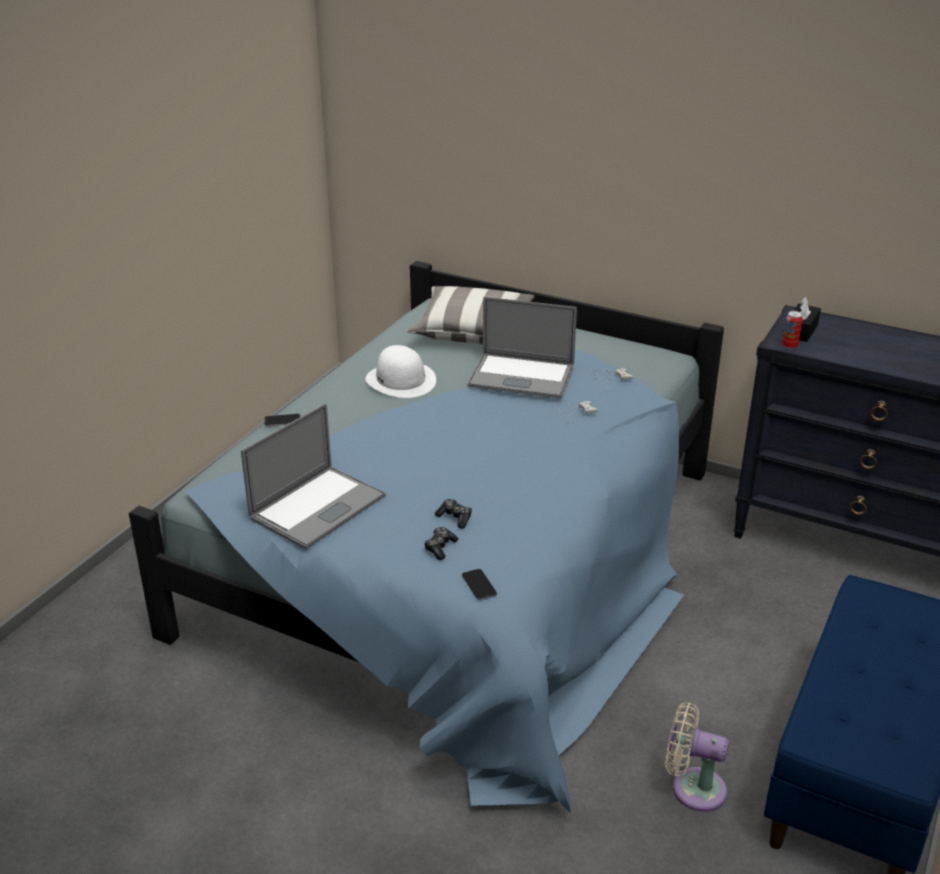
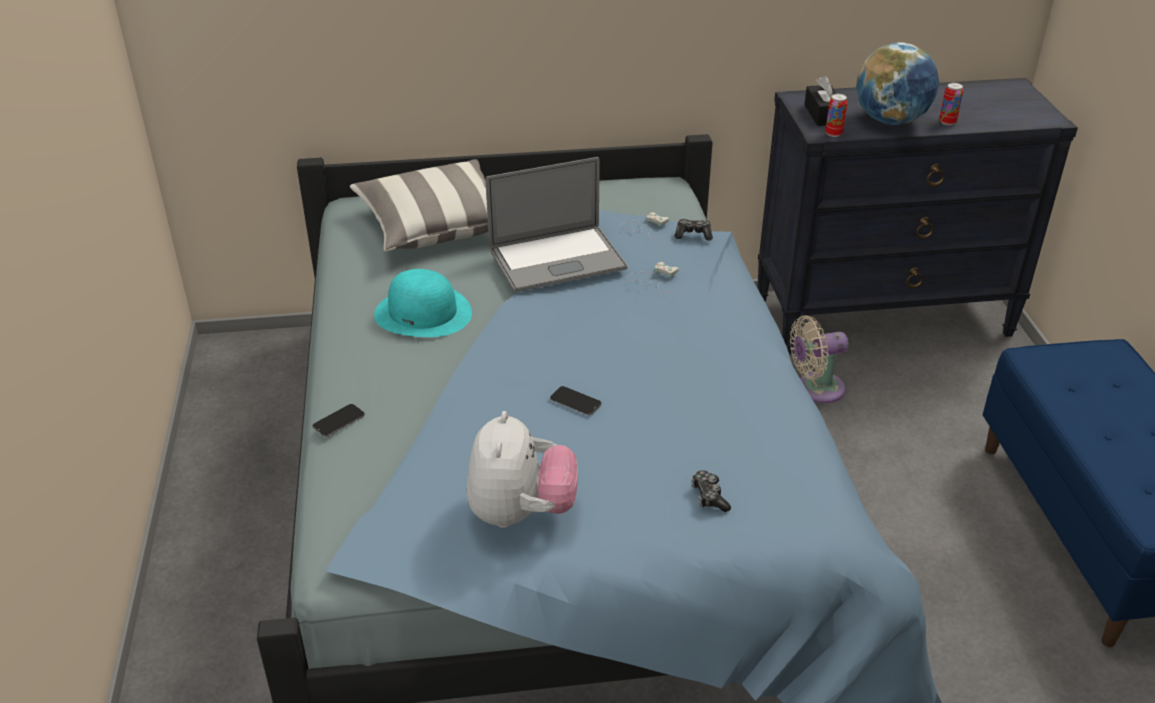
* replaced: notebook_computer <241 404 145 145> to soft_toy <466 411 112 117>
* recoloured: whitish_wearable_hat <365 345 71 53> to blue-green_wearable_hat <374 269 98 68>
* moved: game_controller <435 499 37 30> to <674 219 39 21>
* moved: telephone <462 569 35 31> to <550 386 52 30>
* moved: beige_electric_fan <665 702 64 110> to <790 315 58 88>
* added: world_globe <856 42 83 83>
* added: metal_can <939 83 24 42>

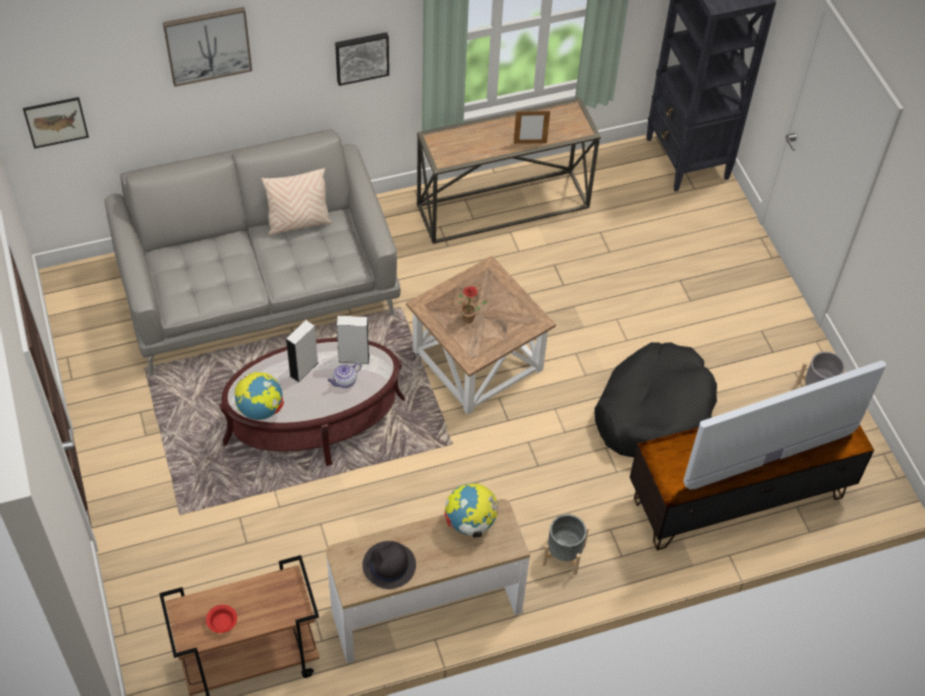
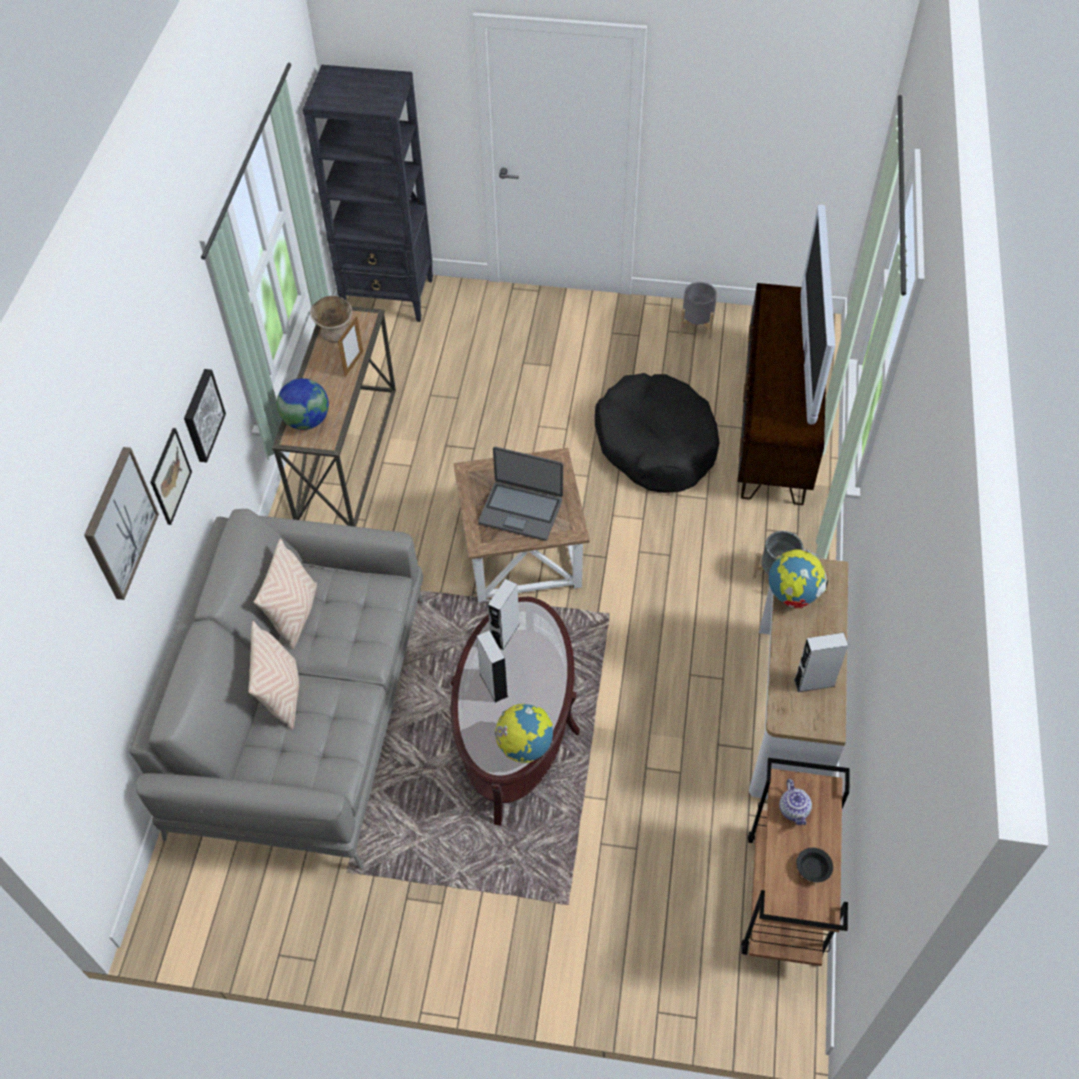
* moved: wall_picture <23 97 66 52> to <150 428 42 97>
* recoloured: red-coloured_bowl <206 605 31 28> to black-coloured_bowl <796 848 37 35>
* moved: pot_for_tea <328 362 34 26> to <779 779 33 46>
* replaced: black-coloured_wearable_hat <362 541 54 48> to greyish_speaker <794 633 54 59>
* replaced: potted_plant <458 286 31 37> to notebook_computer <478 447 85 94>
* added: beige_throw_pillow <248 621 51 109>
* added: world_globe <277 378 52 52>
* added: beige_bowl <310 296 42 46>

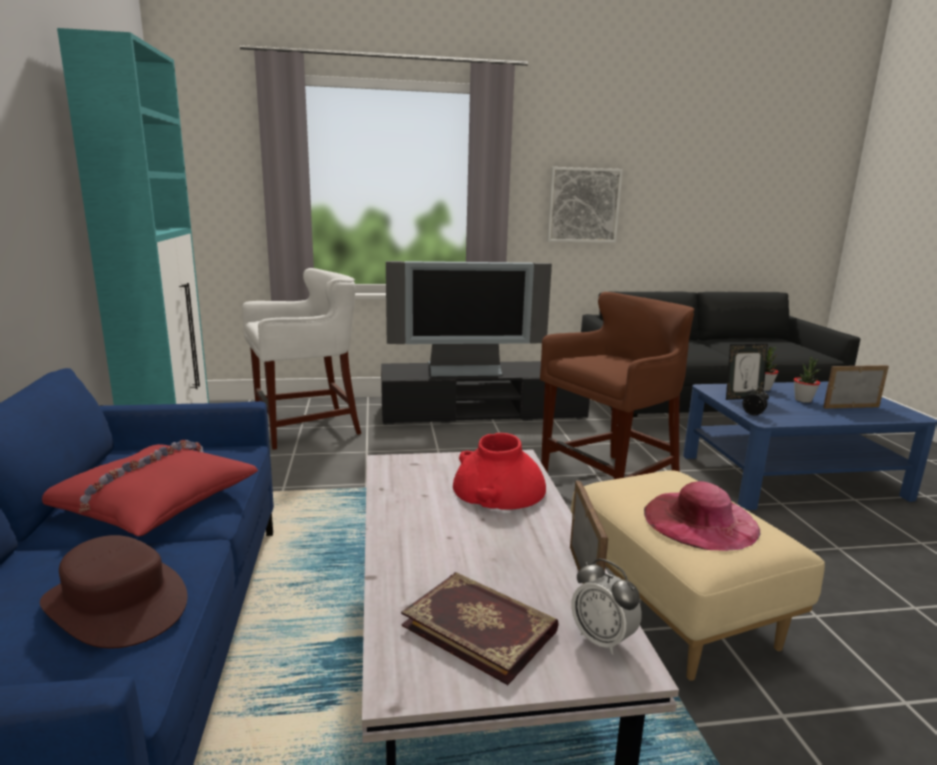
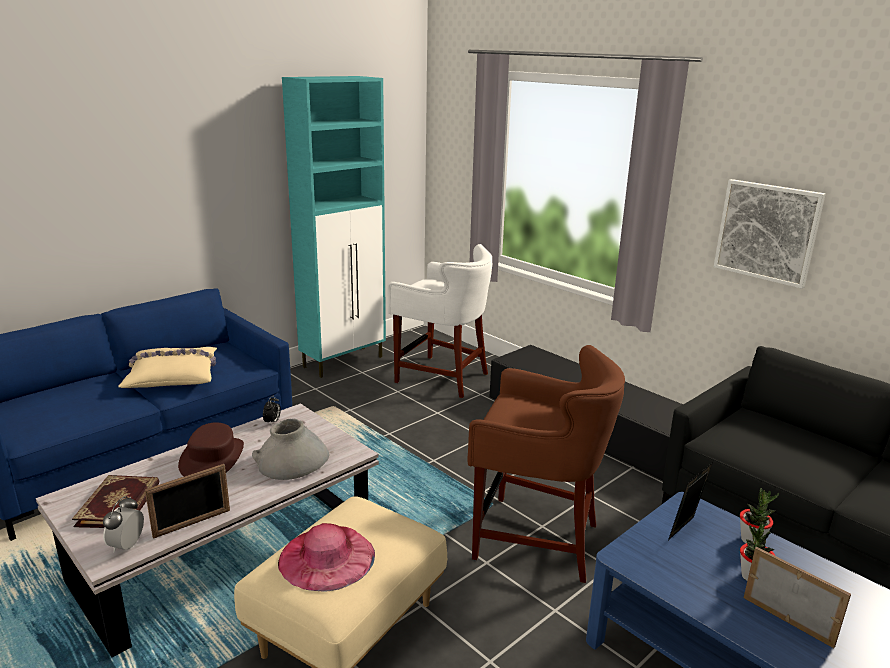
* moved: brown_wearable_hat <40 535 147 114> to <178 422 66 55>
* recoloured: red-coloured_throw_pillow <42 440 216 96> to beige_throw_pillow <118 347 99 41>
* removed: TV <386 261 166 115>
* recoloured: red-coloured_decorative_vase <453 433 93 77> to greyish_decorative_vase <252 418 77 62>
* turned: photo_frame <726 344 42 56> = <668 462 45 78> 90 degrees clockwise
* moved: table_clock <742 386 27 31> to <263 396 18 30>

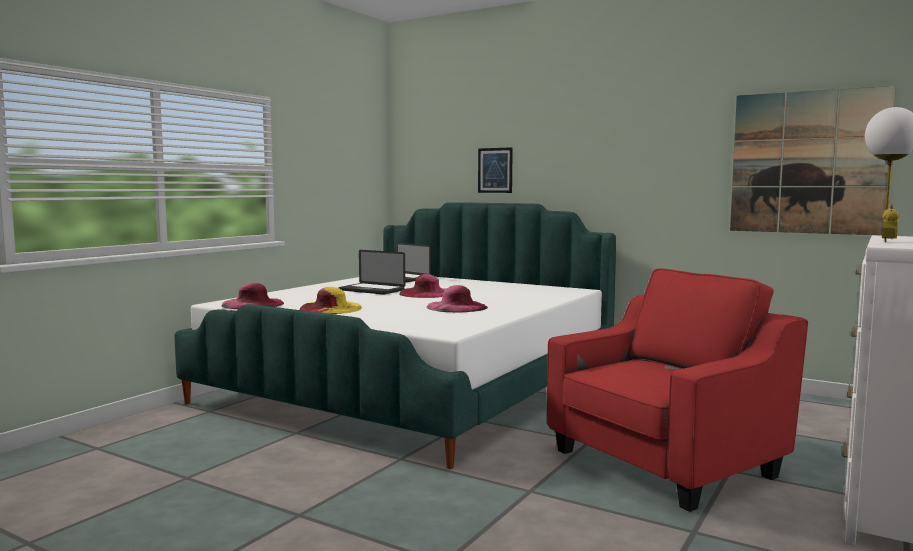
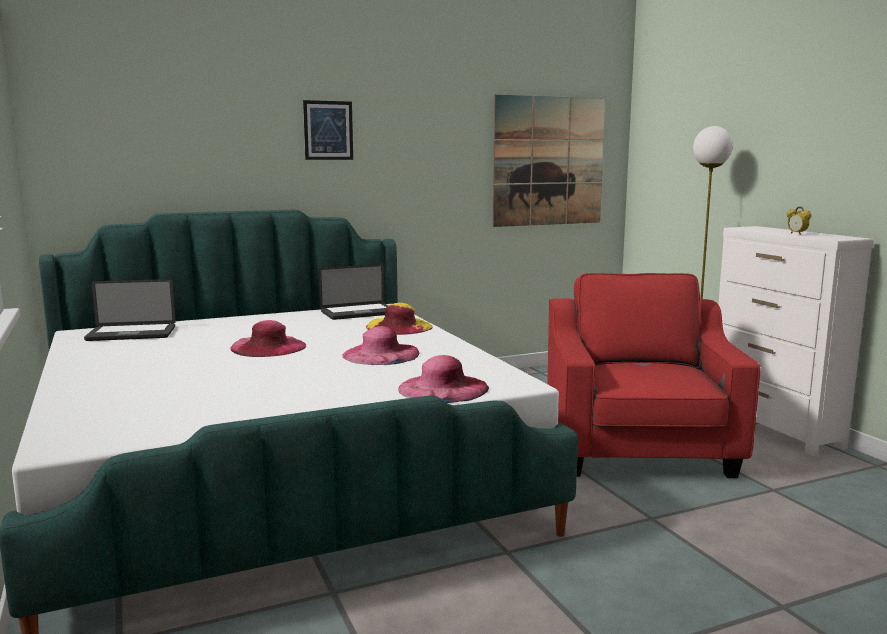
* moved: pinkish_wearable_hat <221 283 63 26> to <398 355 91 48>
* moved: yellow_wearable_hat <299 287 63 27> to <366 303 67 32>
* moved: notebook_computer <339 250 66 45> to <319 264 70 56>
* moved: wall_picture <478 147 35 46> to <303 100 50 60>

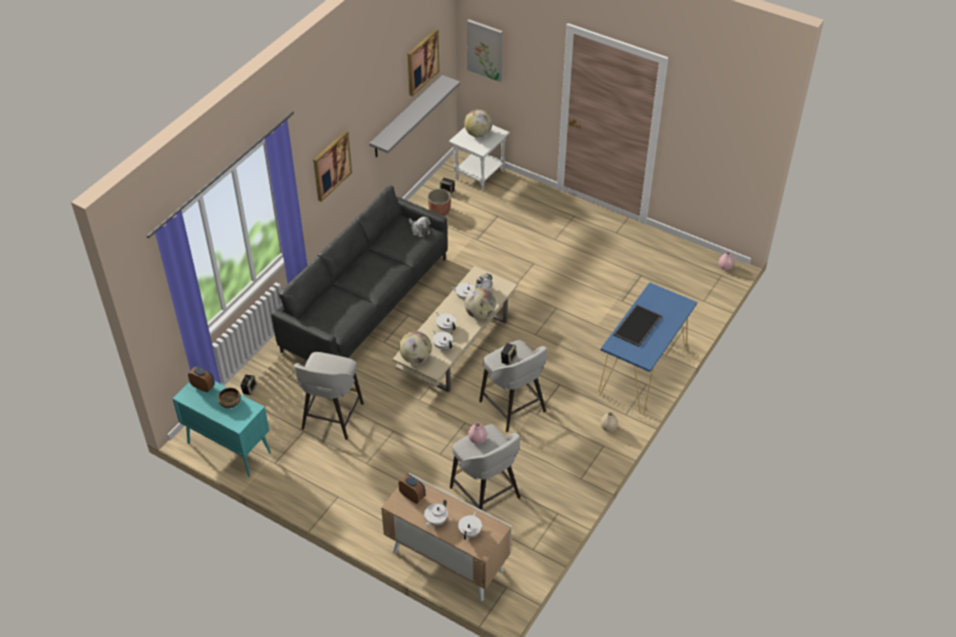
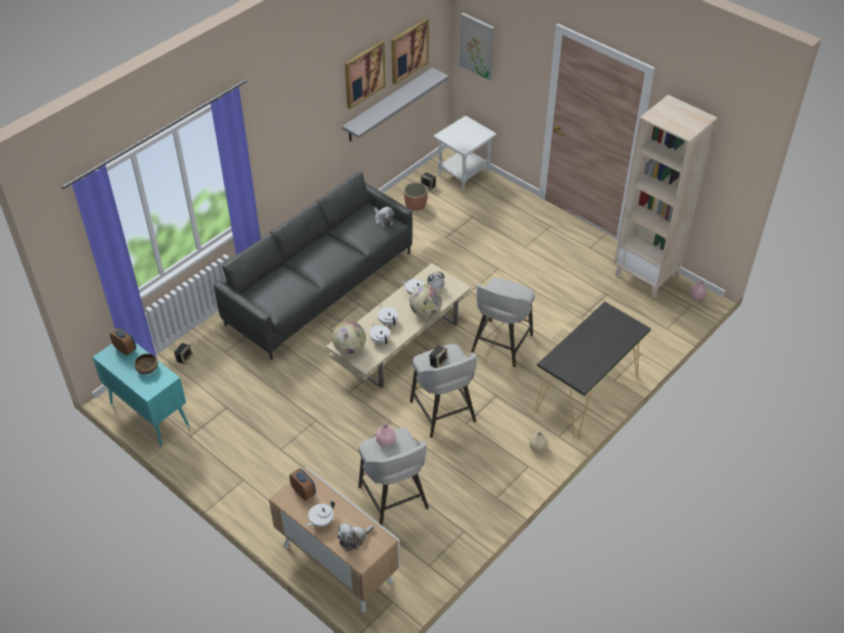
* moved: greyish_stool_seat <294 352 70 88> to <471 277 64 90>
* moved: wall_picture <313 131 39 71> to <345 41 41 68>
* replaced: whitish_pot_for_tea <458 511 24 29> to soft_toy <337 523 37 28>
* removed: world_globe <464 109 28 28>
* recoloured: bluish_console_table <598 282 99 132> to black-coloured_console_table <535 302 116 137>
* removed: serving_tray <614 305 48 42>
* added: beige_shelving_unit <614 95 103 203>

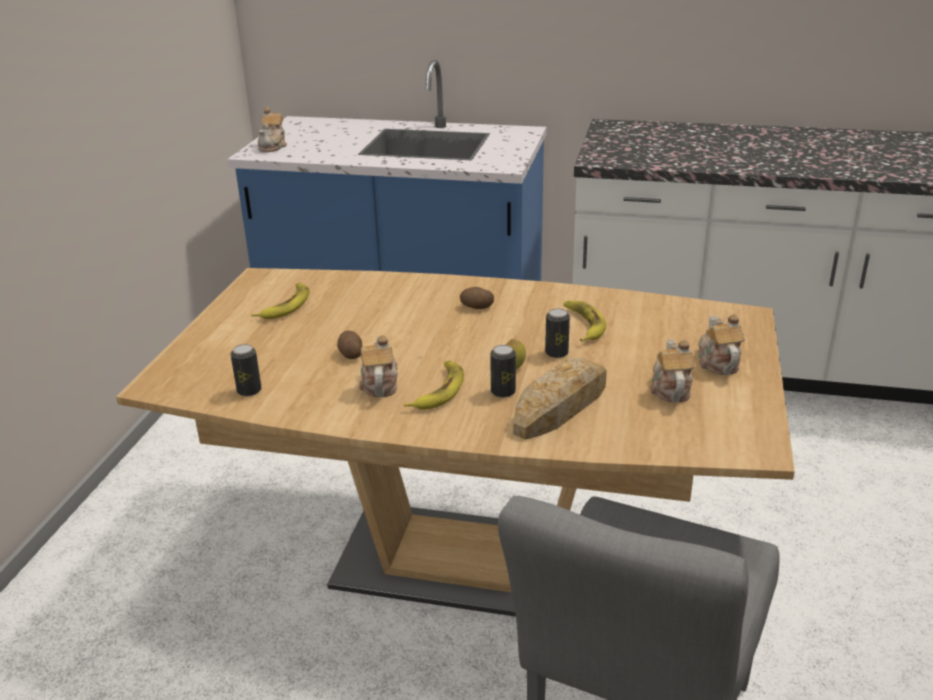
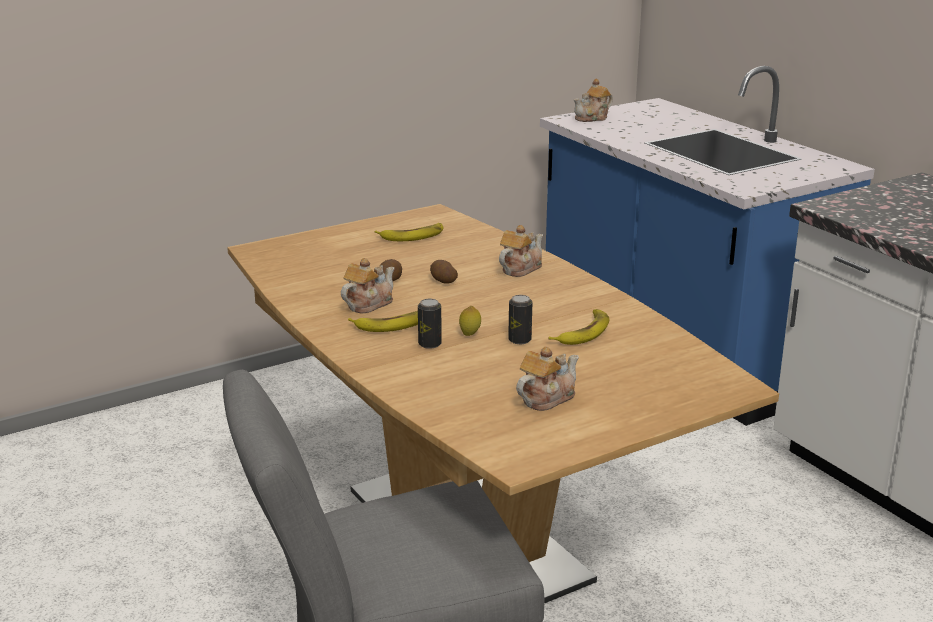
* removed: metal_can <231 344 31 52>
* moved: whole_potato <460 287 34 22> to <430 260 28 24>
* removed: bread <513 358 94 82>
* moved: pot_for_tea <698 314 47 61> to <499 225 44 52>

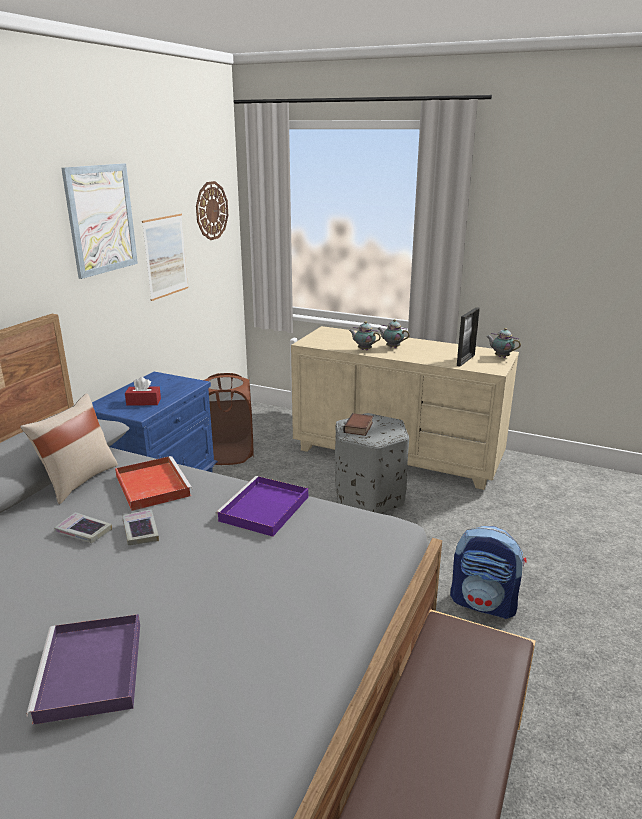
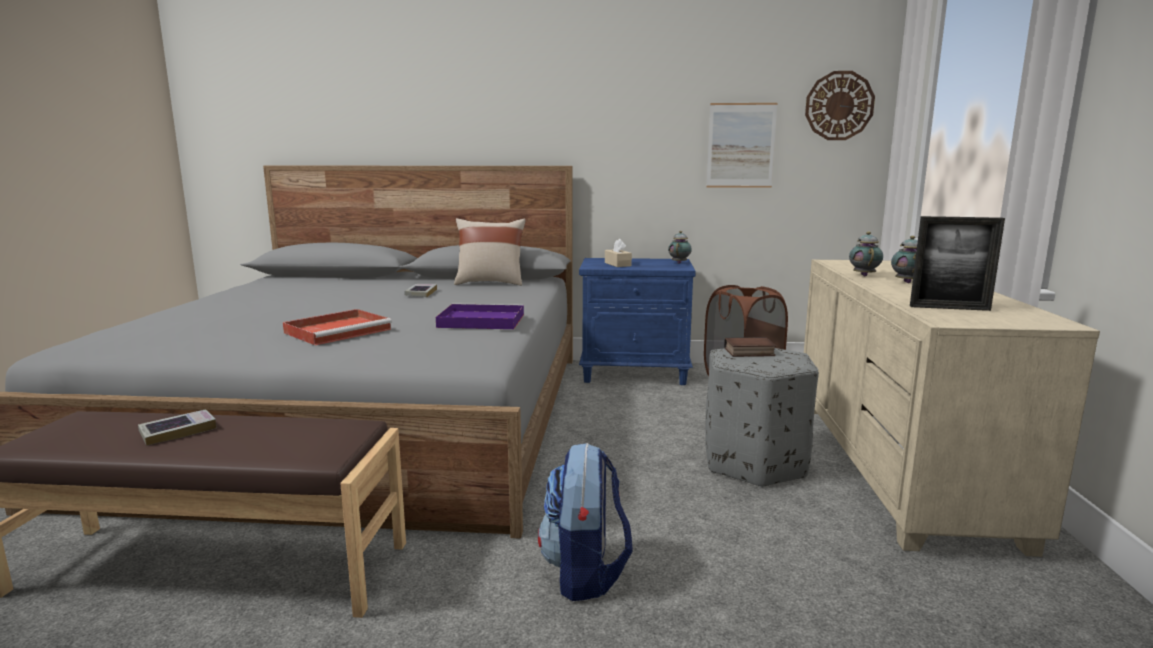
* removed: purplish_serving_tray <26 614 114 111>
* removed: wall_picture <61 163 77 116>
* moved: red-coloured_serving_tray <115 456 78 55> to <283 309 109 36>
* moved: volume <122 509 37 36> to <138 409 79 37>
* recoloured: red-coloured_box_of_tissues <125 377 36 29> to beige_box_of_tissues <605 239 27 28>
* moved: pot_for_tea <486 328 35 30> to <668 231 24 33>

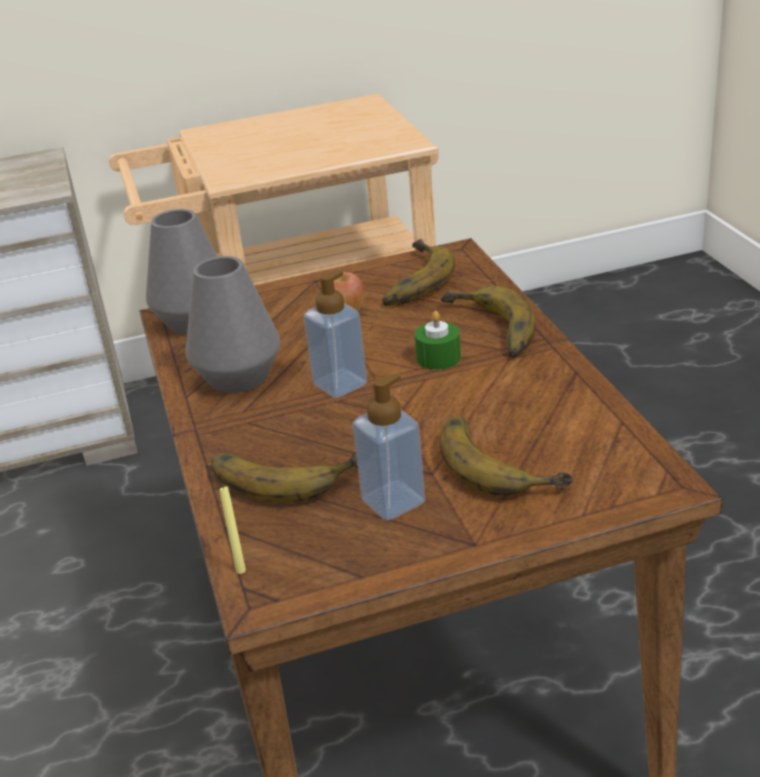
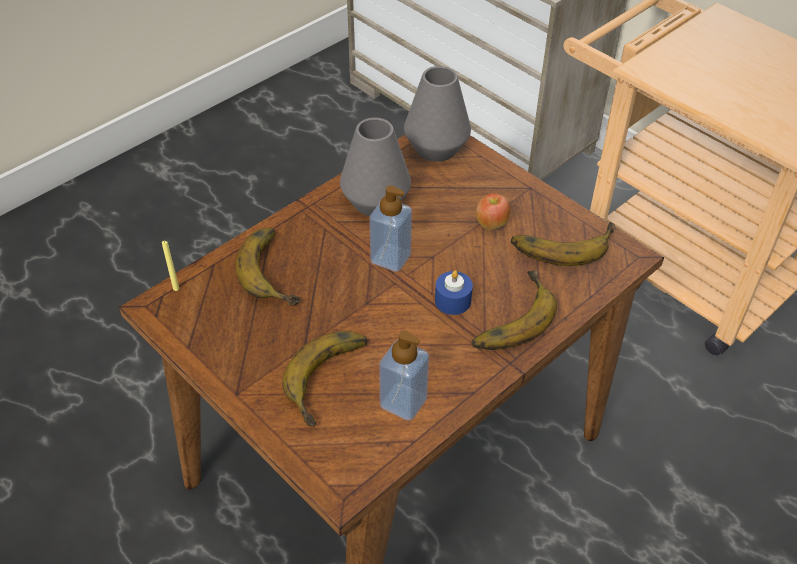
* moved: liquid_soap_bottle <352 373 73 147> to <379 330 50 91>
* recoloured: greenish_candle <415 311 46 59> to bluish_candle <435 270 38 45>

